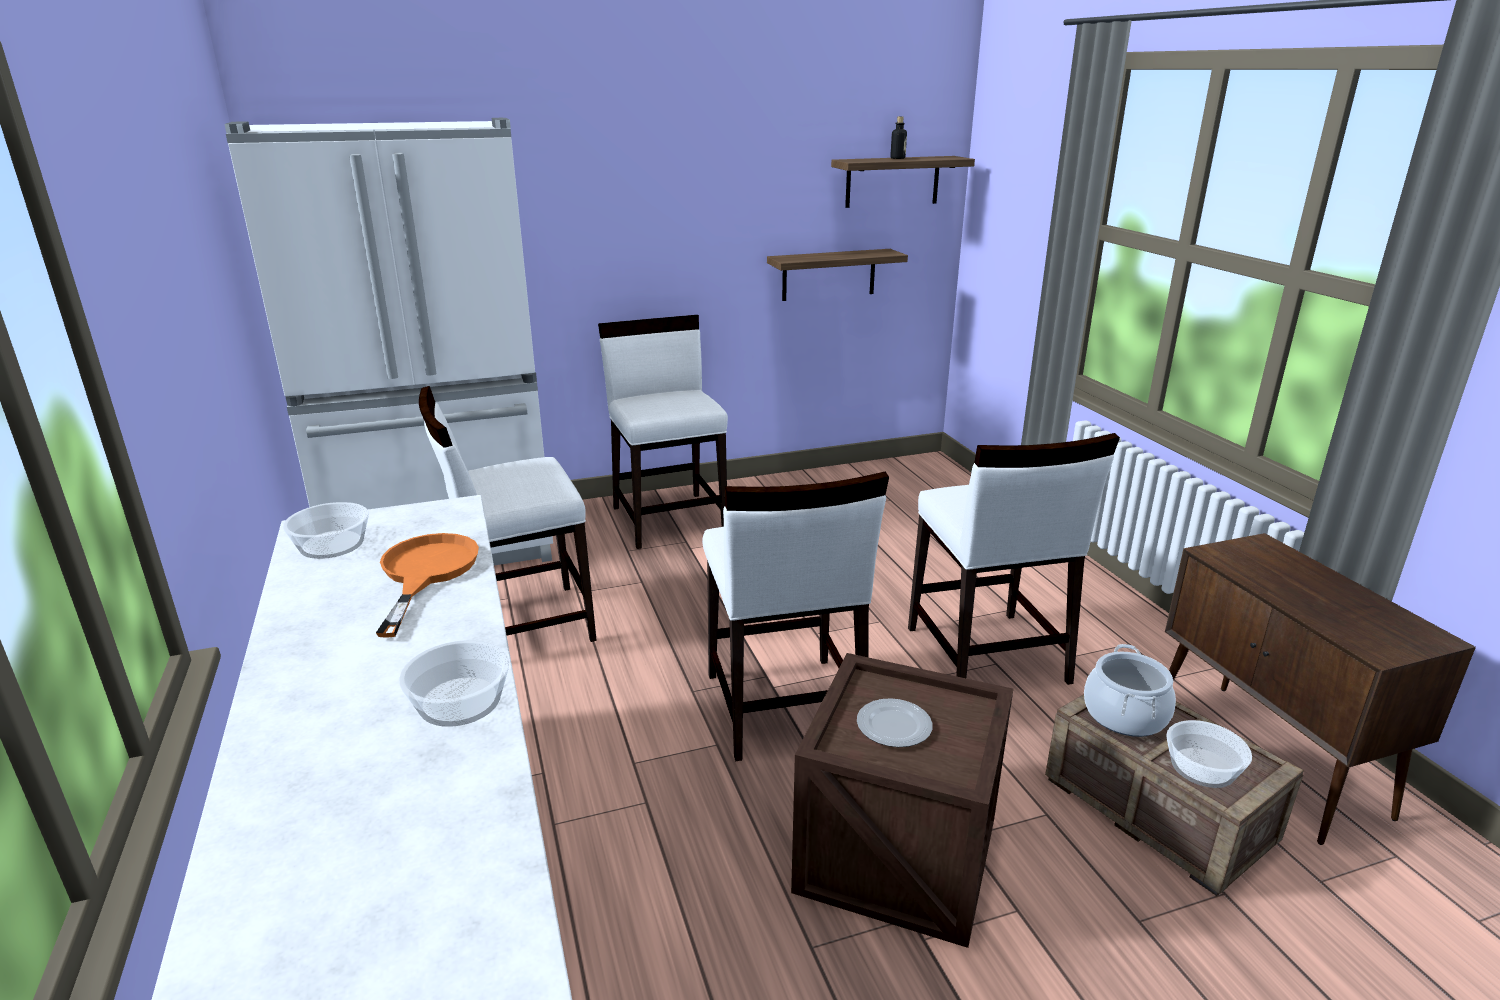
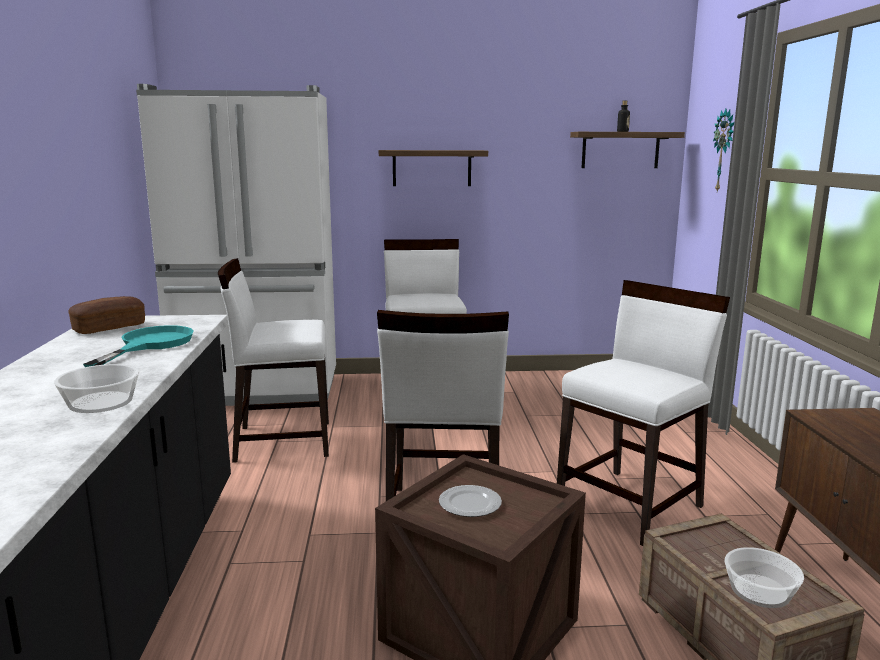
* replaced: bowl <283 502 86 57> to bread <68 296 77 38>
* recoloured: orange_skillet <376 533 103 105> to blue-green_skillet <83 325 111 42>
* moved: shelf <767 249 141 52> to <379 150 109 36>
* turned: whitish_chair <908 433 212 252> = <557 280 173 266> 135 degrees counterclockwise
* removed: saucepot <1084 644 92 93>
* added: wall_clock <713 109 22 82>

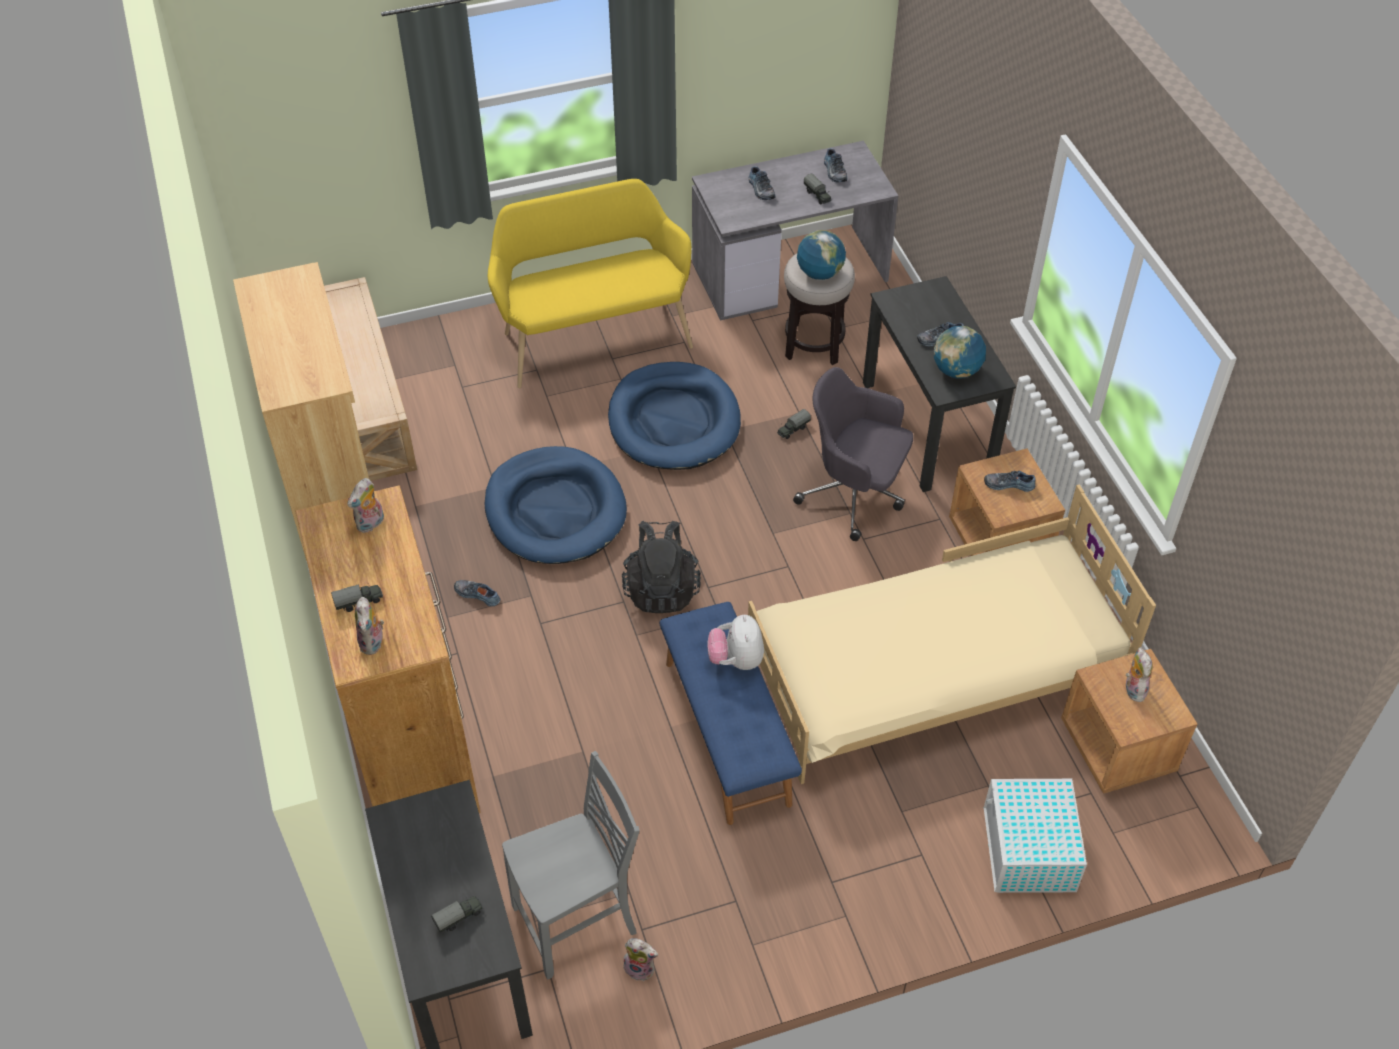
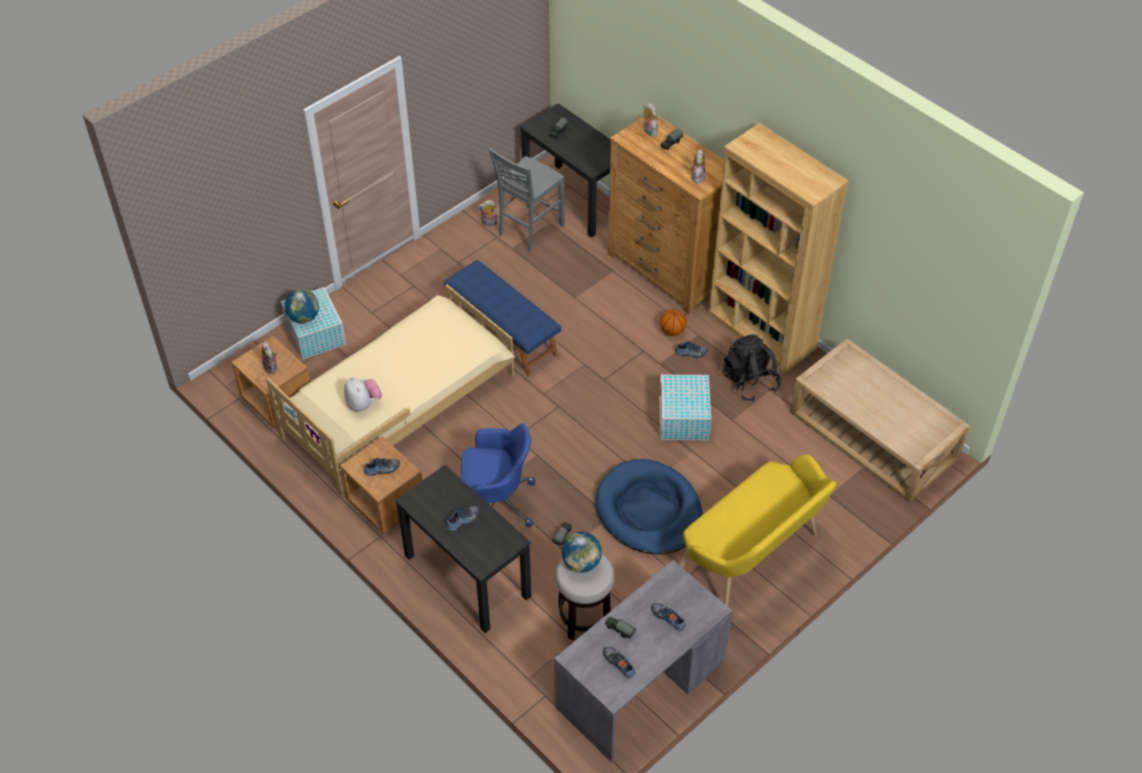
* replaced: bluish_dog_cushion <485 446 142 118> to whitish_storage_box <658 375 53 65>
* moved: black-coloured_backpack <622 521 79 92> to <723 334 58 67>
* moved: soft_toy <707 615 57 55> to <344 377 38 35>
* recoloured: greyish_office_chair <793 367 120 174> to bluish_office_chair <461 424 74 103>
* moved: world_globe <934 326 52 53> to <284 289 35 34>
* added: basketball <660 310 26 26>

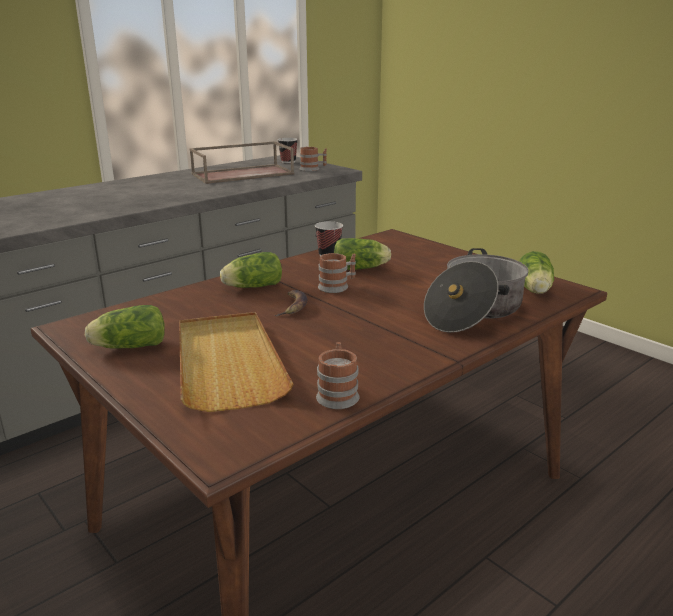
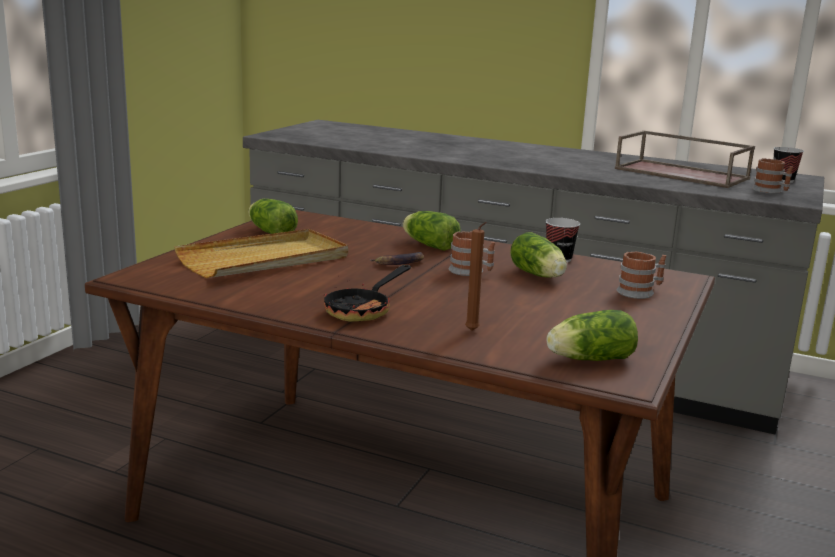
* moved: tea_mug <316 342 43 67> to <617 252 49 47>
* replaced: saucepot <424 248 105 85> to brown_candle <465 222 21 109>
* added: skillet <323 265 88 57>

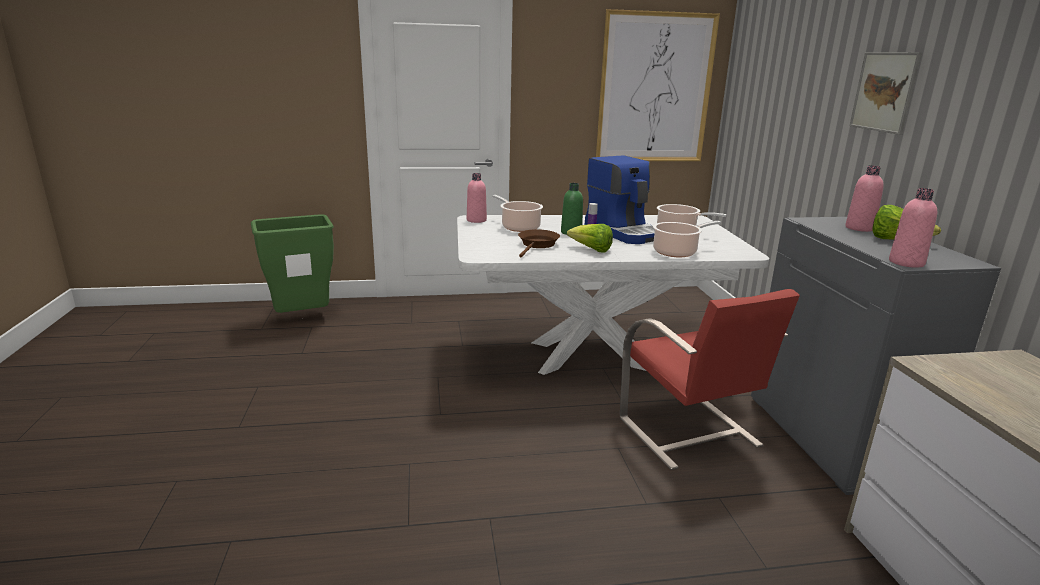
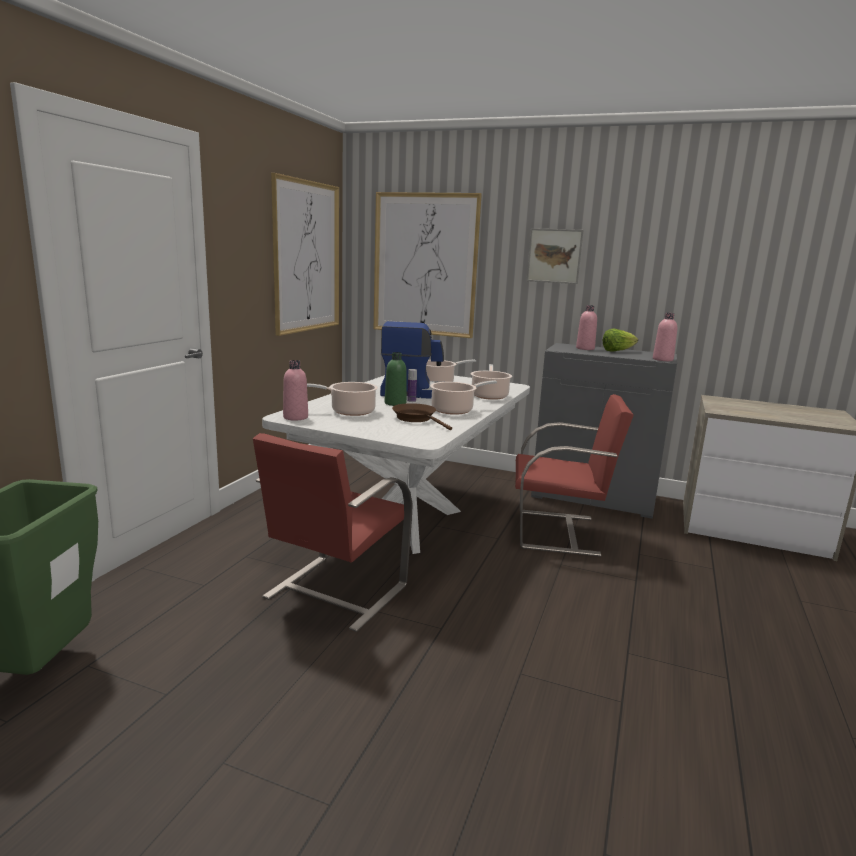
* replaced: lettuce_head <567 224 46 29> to saucepot <430 380 67 35>
* added: red-coloured_chair <253 433 160 199>
* added: wall_picture <374 192 108 146>

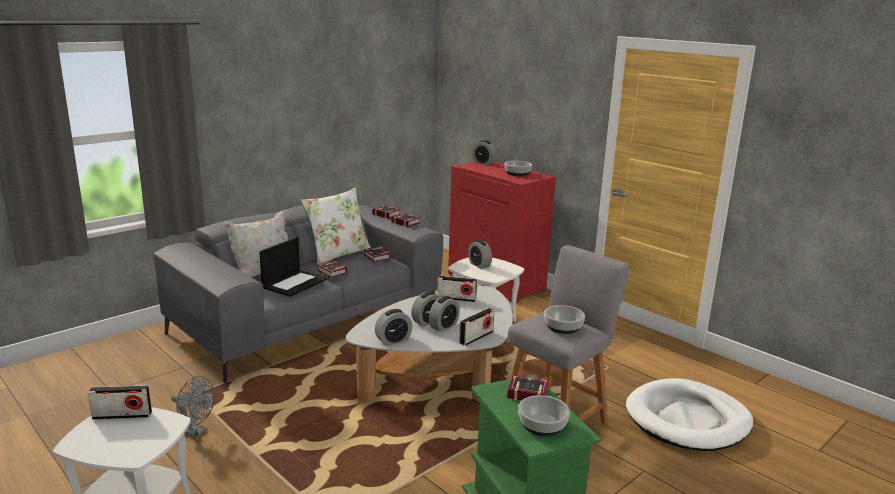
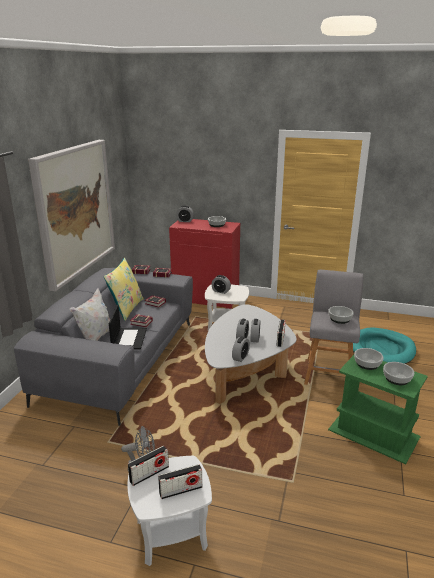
* recoloured: whitish_throw_pillow <301 188 70 77> to yellow_throw_pillow <103 258 41 63>
* moved: radio <437 276 40 26> to <158 464 44 35>
* replaced: volume <507 375 42 25> to bowl <354 348 30 22>
* recoloured: whitish_dog_cushion <626 378 127 73> to blue-green_dog_cushion <353 327 63 37>
* added: wall_picture <28 140 87 152>

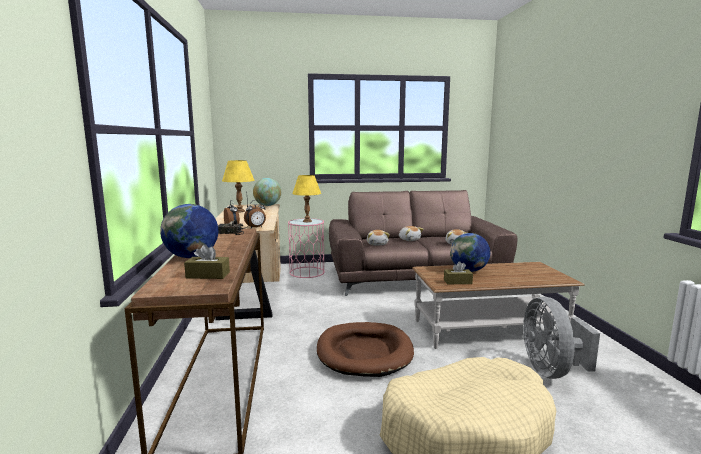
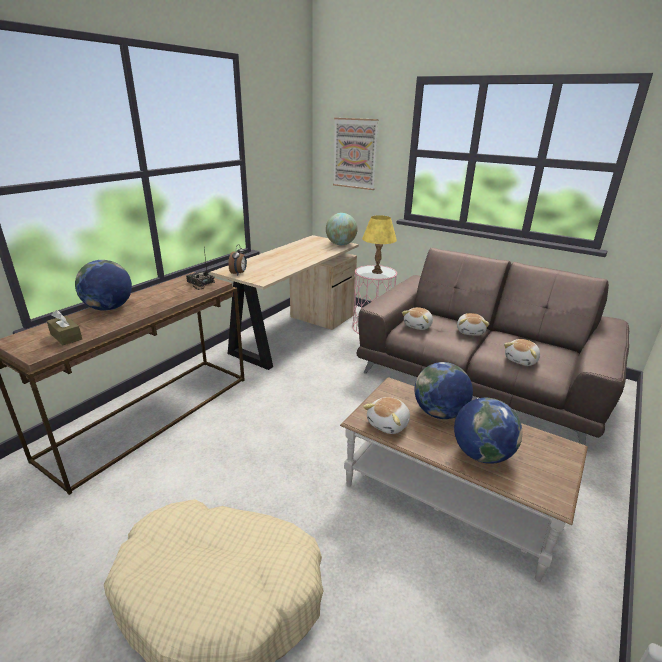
* removed: yellow_table_lamp <222 160 33 52>
* removed: table_clock <244 200 22 28>
* removed: brown_dog_cushion <317 322 97 55>
* replaced: brown_box_of_tissues <444 261 29 23> to soft_toy <363 397 47 37>
* removed: greyish_electric_fan <523 297 77 82>
* added: wall_picture <333 118 46 72>
* added: world_globe <454 398 68 66>

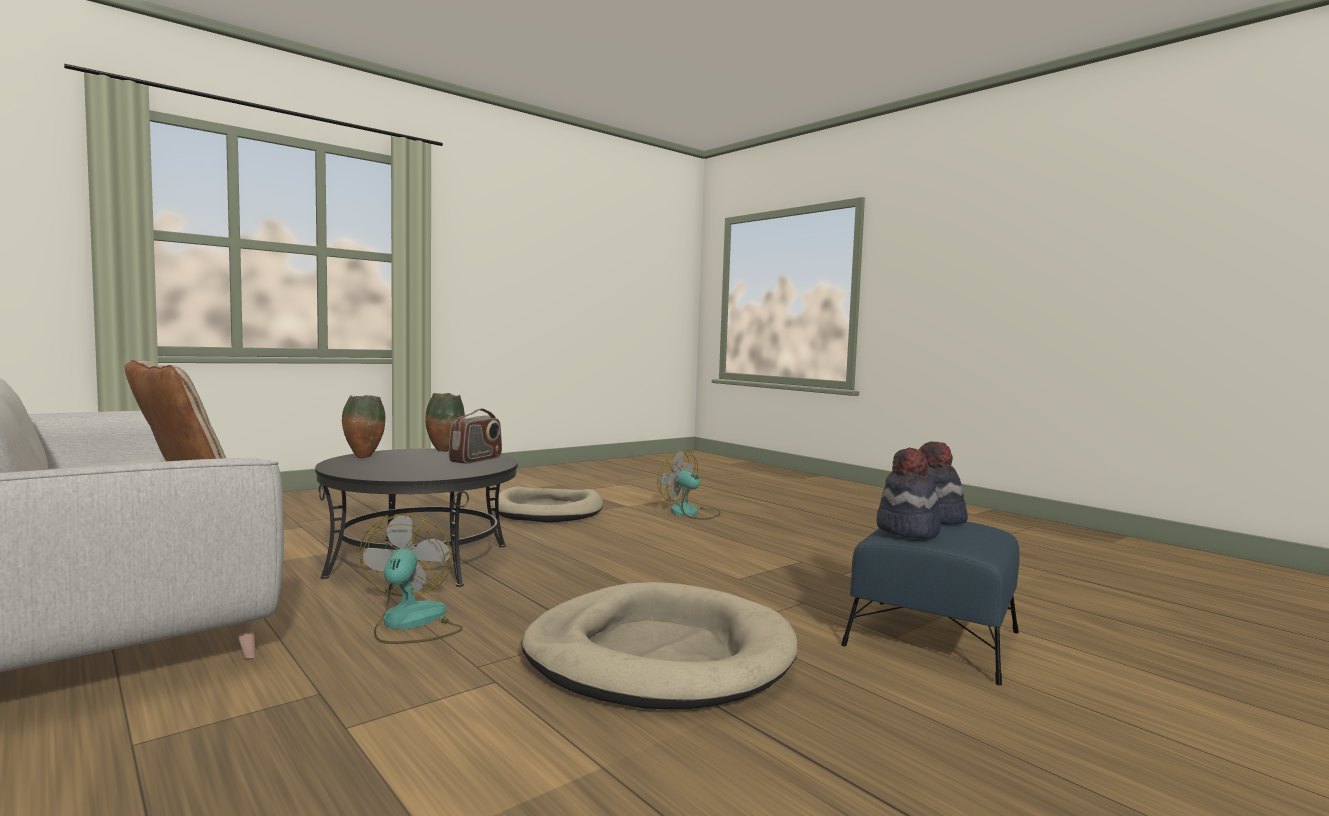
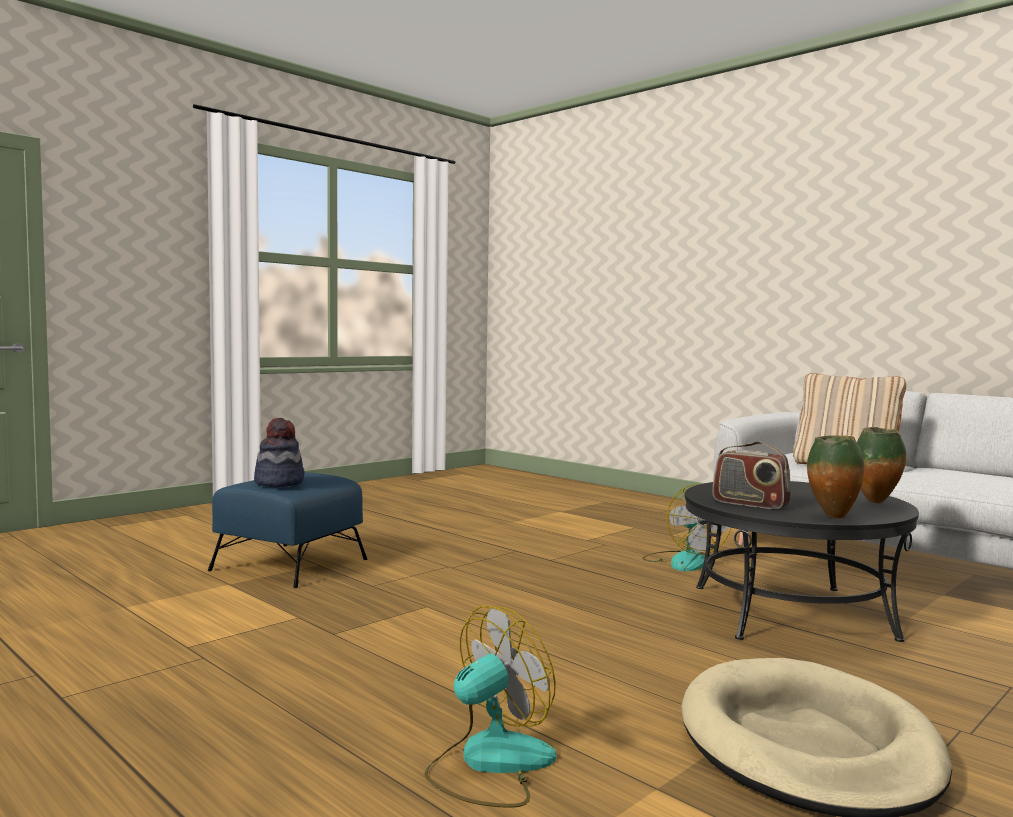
* turned: radio <449 408 53 56> = <712 442 79 67> 75 degrees counterclockwise
* removed: beige_dog_cushion <521 582 277 128>
* turned: electric_fan <658 450 63 70> = <425 606 131 202> 75 degrees counterclockwise
* removed: wearable_hat <877 447 64 92>

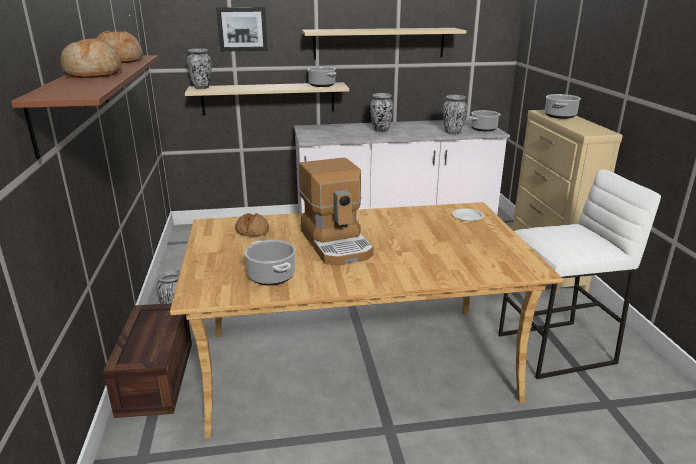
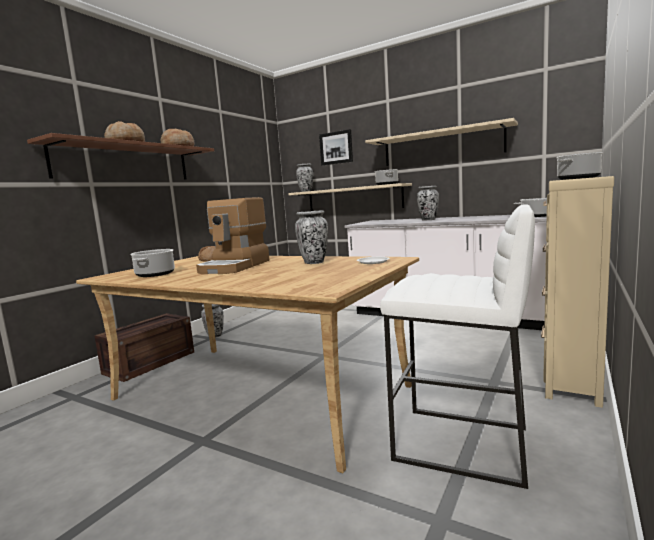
* moved: decorative_vase <443 95 24 39> to <295 211 33 53>

